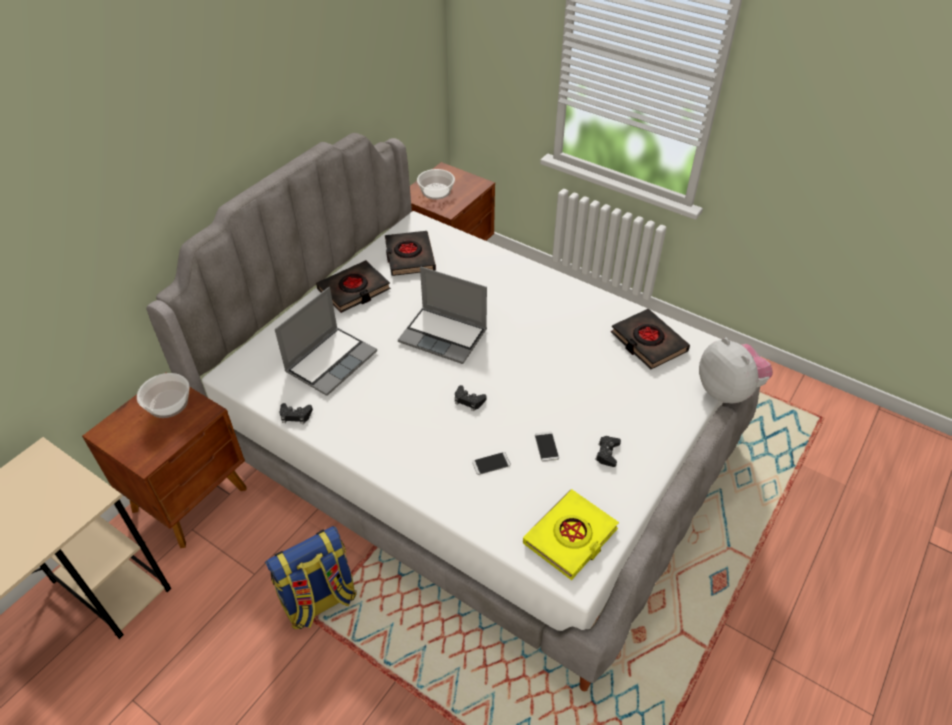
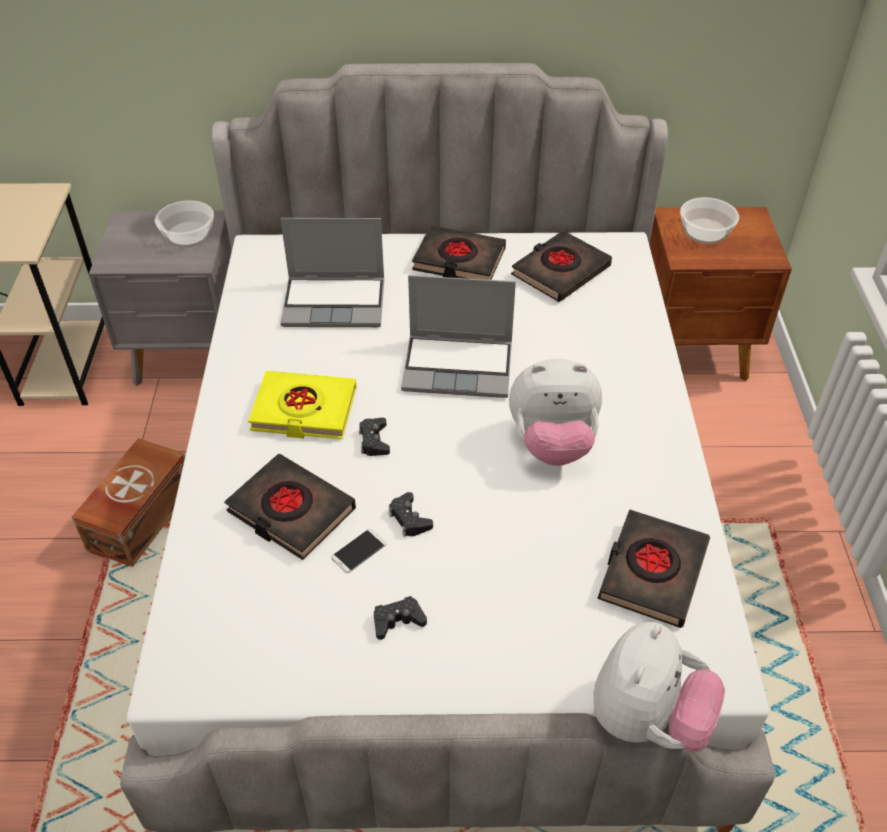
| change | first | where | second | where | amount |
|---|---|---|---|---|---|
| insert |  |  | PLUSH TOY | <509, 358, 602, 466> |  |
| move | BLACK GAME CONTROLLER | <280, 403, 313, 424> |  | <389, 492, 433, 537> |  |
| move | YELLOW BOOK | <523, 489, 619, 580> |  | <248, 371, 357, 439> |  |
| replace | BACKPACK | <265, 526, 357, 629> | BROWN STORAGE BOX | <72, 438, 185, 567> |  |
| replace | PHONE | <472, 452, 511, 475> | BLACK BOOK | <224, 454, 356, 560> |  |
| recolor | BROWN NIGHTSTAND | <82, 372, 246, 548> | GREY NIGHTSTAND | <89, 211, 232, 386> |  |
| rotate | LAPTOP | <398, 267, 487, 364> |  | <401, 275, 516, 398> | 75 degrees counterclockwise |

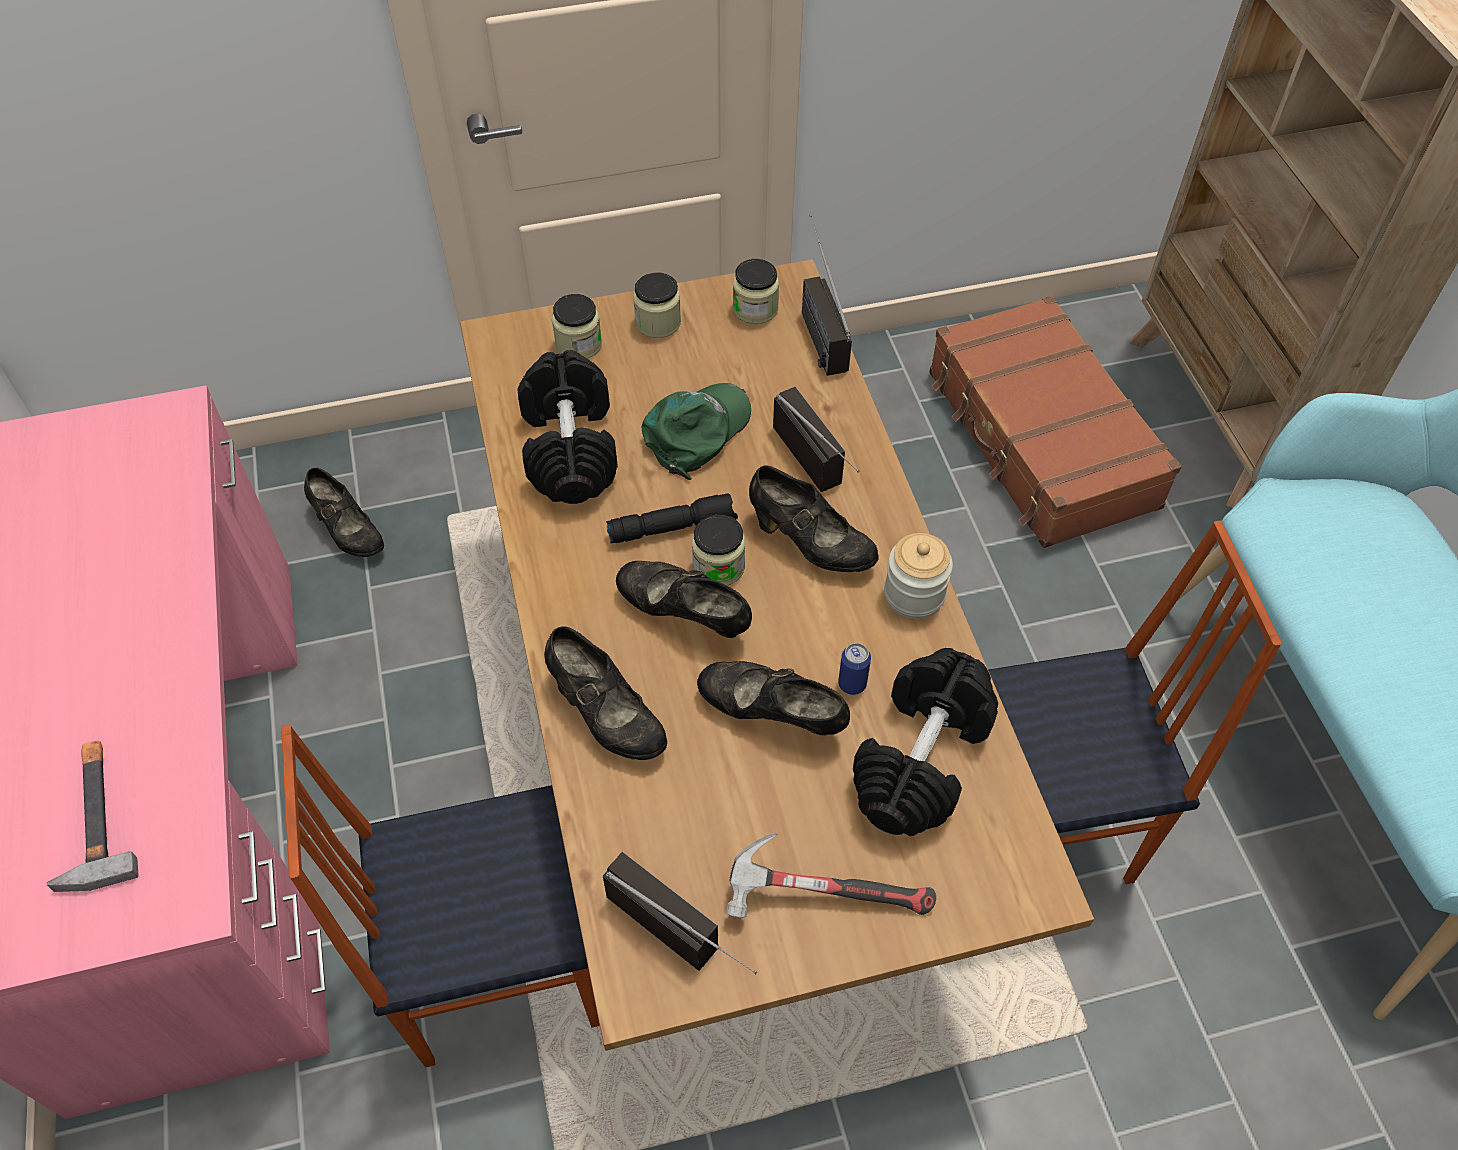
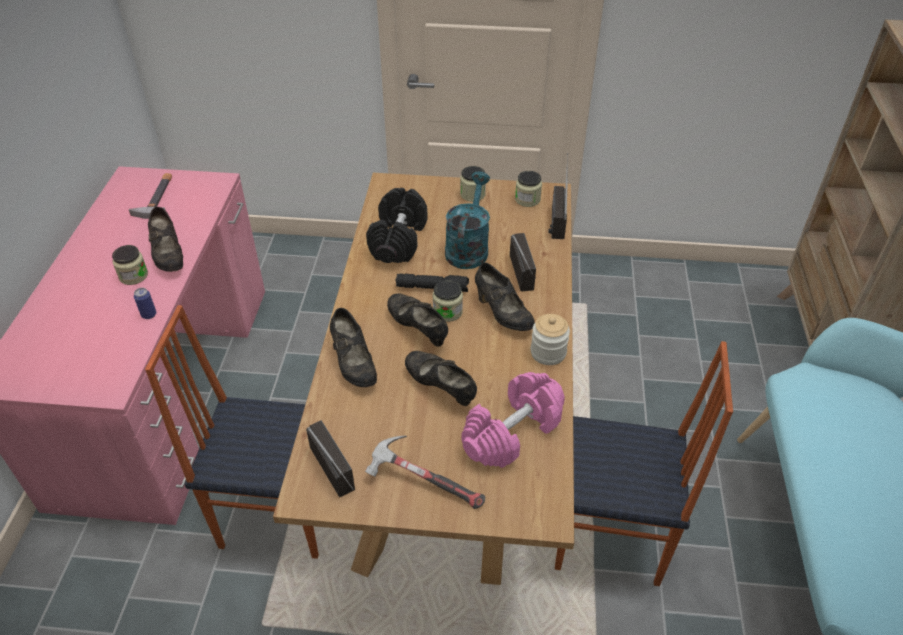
| change | first | where | second | where | amount |
|---|---|---|---|---|---|
| delete | BROWN SUITCASE | <929, 296, 1182, 548> |  |  |  |
| move | HAMMER | <47, 741, 139, 892> |  | <129, 173, 172, 219> |  |
| move | BLACK SHOE | <304, 468, 384, 557> |  | <148, 207, 183, 272> |  |
| move | JAR | <552, 294, 602, 359> |  | <112, 245, 148, 285> |  |
| move | CAN | <838, 643, 871, 695> |  | <134, 288, 156, 319> |  |
| replace | GREEN CAP | <642, 383, 751, 480> | TURQUOISE WATERING CAN | <445, 172, 490, 269> |  |
| recolor | BLACK DUMBBELL | <853, 648, 998, 836> | PINK DUMBBELL | <462, 372, 565, 468> |  |

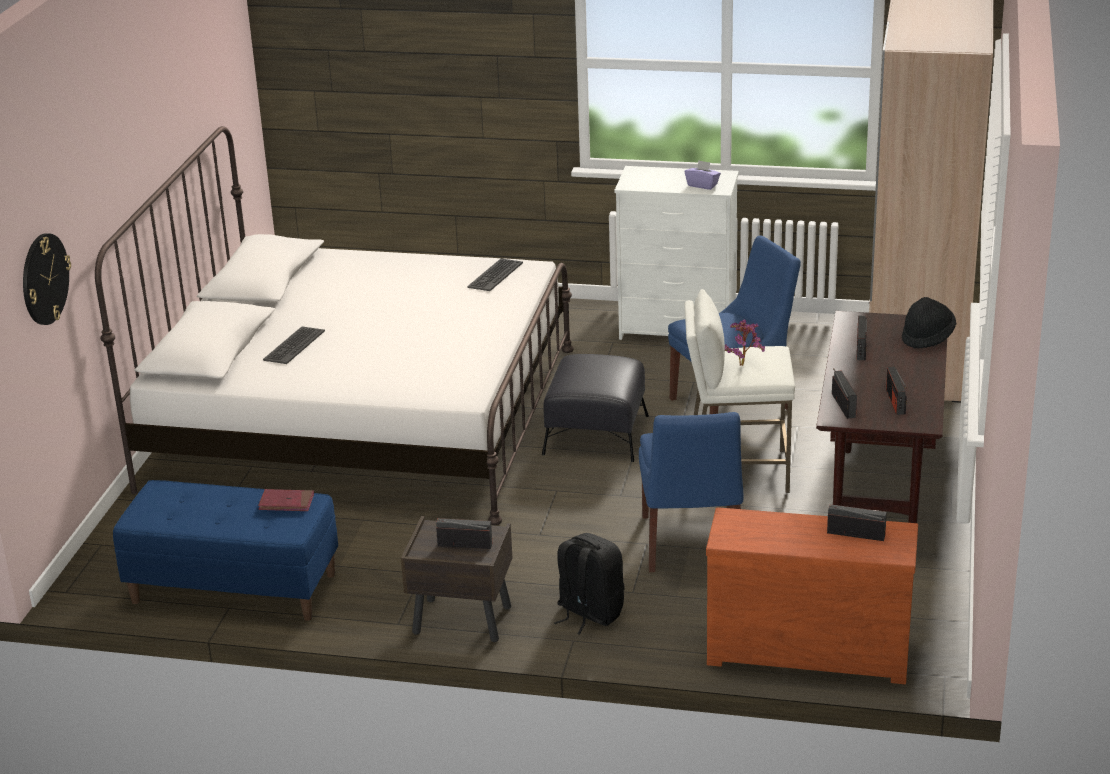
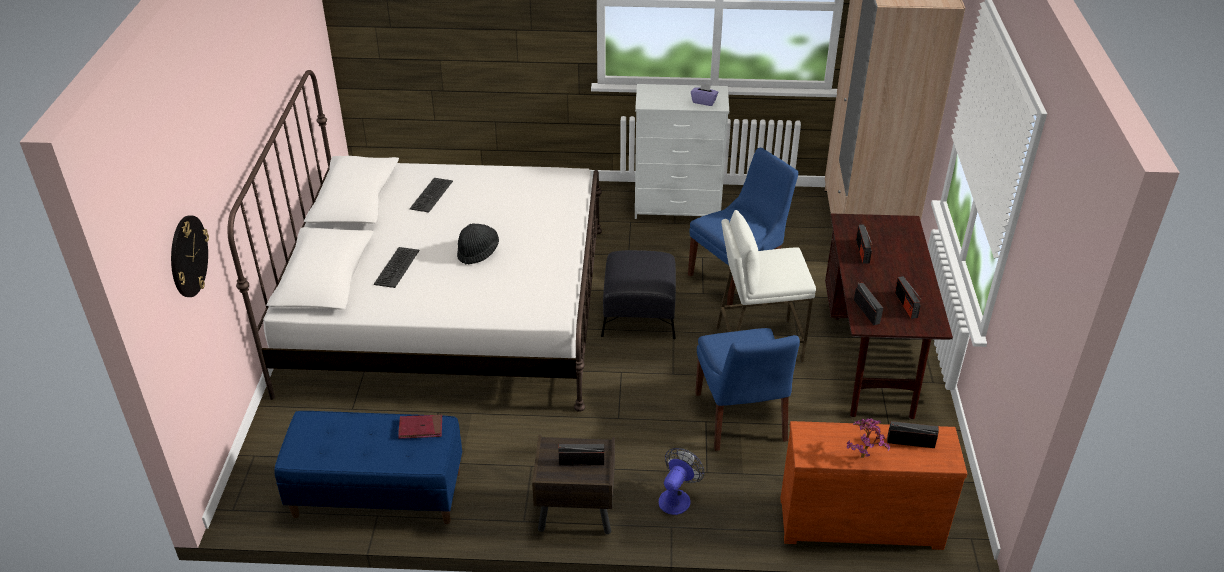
| change | first | where | second | where | amount |
|---|---|---|---|---|---|
| move | KEYBOARD | <467, 258, 523, 291> |  | <410, 178, 453, 212> |  |
| move | POTTED PLANT | <725, 319, 765, 366> |  | <846, 418, 890, 458> |  |
| move | BLACK HAT | <902, 297, 956, 349> |  | <457, 223, 499, 264> |  |
| replace | BLACK BACKPACK | <554, 533, 624, 635> | FAN | <658, 448, 705, 515> |  |

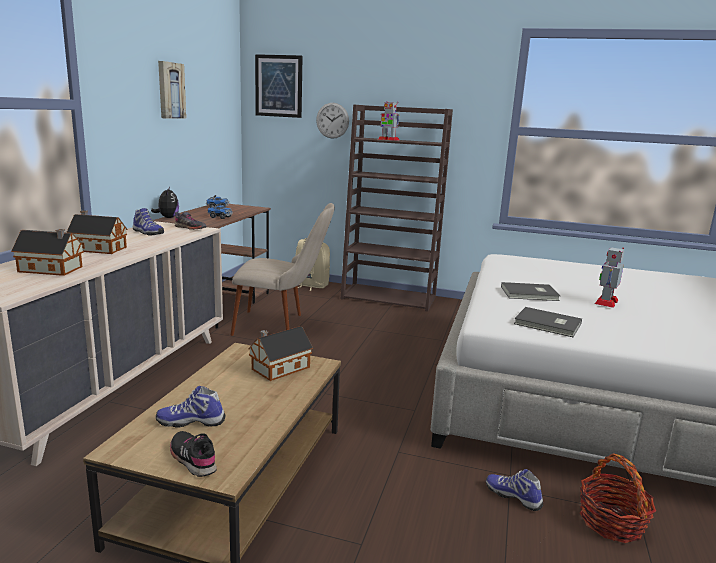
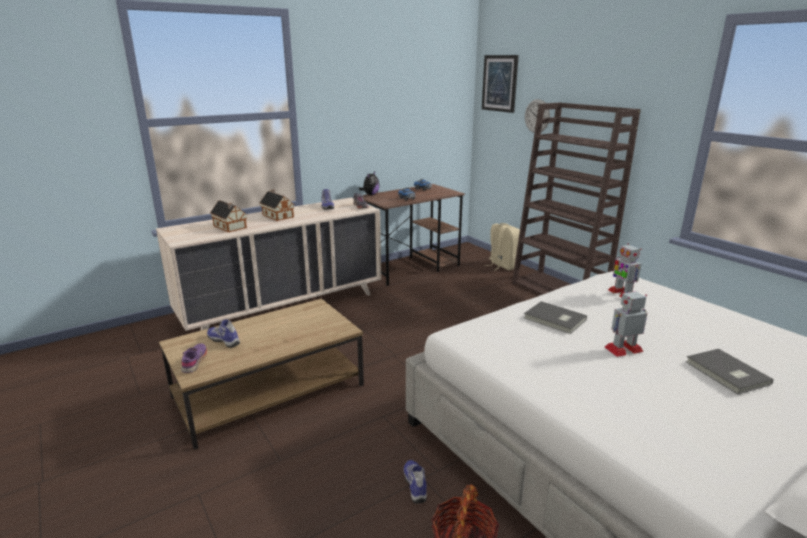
| change | first | where | second | where | amount |
|---|---|---|---|---|---|
| delete | PICTURE | <158, 61, 186, 119> |  |  |  |
| delete | BEIGE CHAIR | <231, 203, 335, 336> |  |  |  |
| delete | TOY HOUSE | <248, 326, 313, 381> |  |  |  |
| move | TOY ROBOT | <378, 102, 400, 141> |  | <608, 243, 642, 298> |  |
| move | GREY BOOK | <514, 307, 582, 337> |  | <685, 349, 773, 394> |  |
| recolor | BLACK SHOE | <170, 431, 217, 477> | PURPLE SHOE | <181, 343, 207, 373> |  |

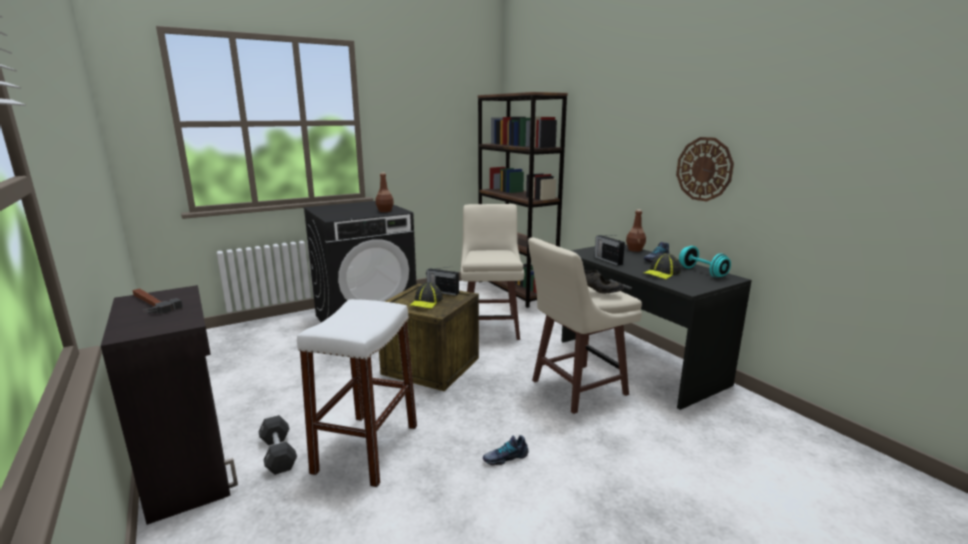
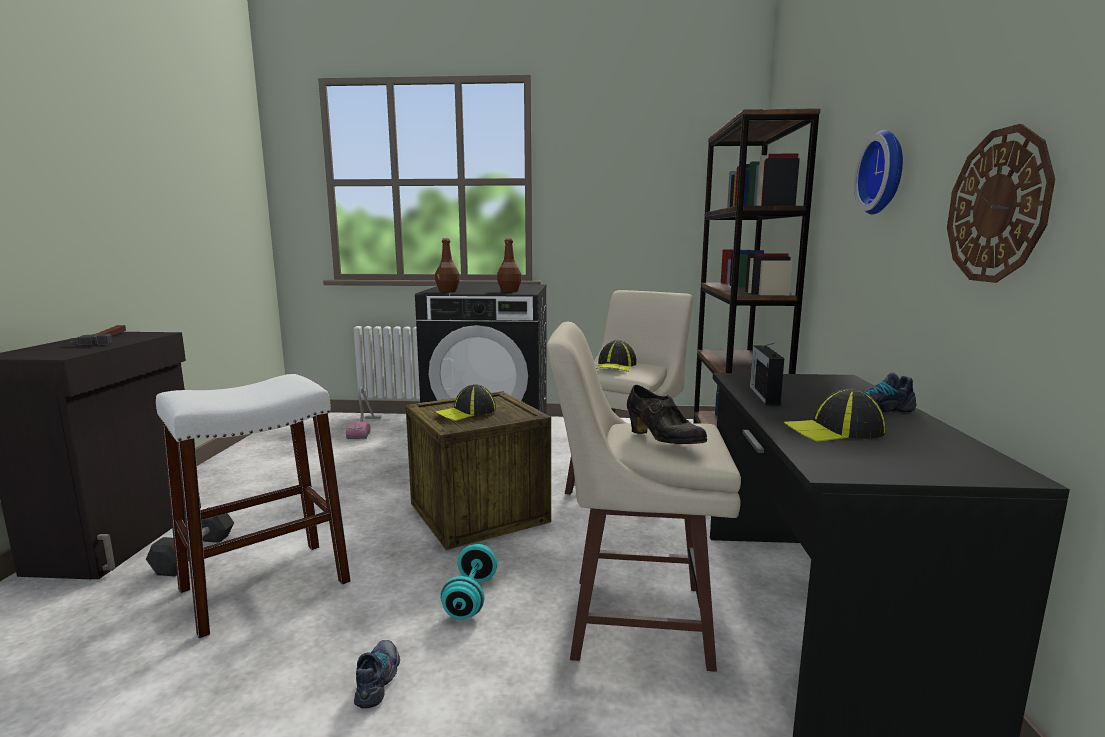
| change | first | where | second | where | amount |
|---|---|---|---|---|---|
| delete | RADIO | <426, 267, 459, 296> |  |  |  |
| insert |  |  | VACUUM CLEANER | <346, 387, 382, 439> |  |
| insert |  |  | CAP | <596, 340, 637, 372> |  |
| insert |  |  | WALL CLOCK | <854, 130, 903, 215> |  |
| move | BROWN BOTTLE | <626, 209, 646, 252> |  | <435, 238, 460, 292> |  |
| move | TURQUOISE DUMBBELL | <679, 246, 731, 278> |  | <440, 544, 497, 620> |  |
| rotate | SHOE | <483, 435, 529, 466> |  | <354, 640, 400, 708> | 75 degrees clockwise |

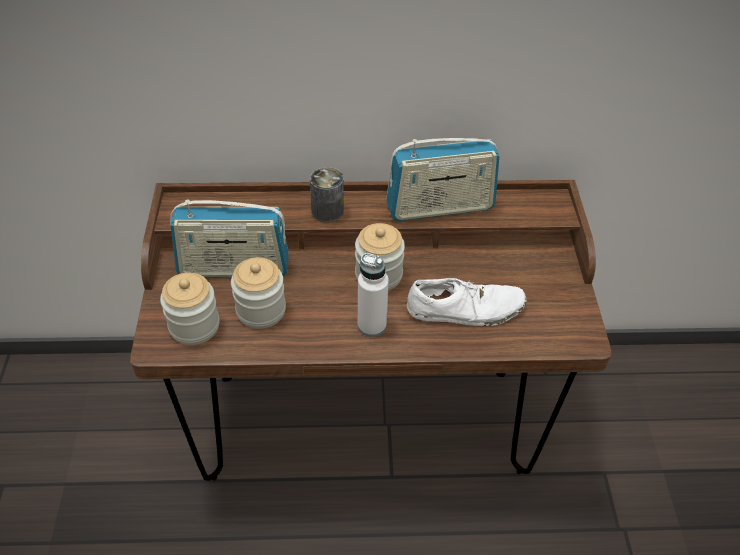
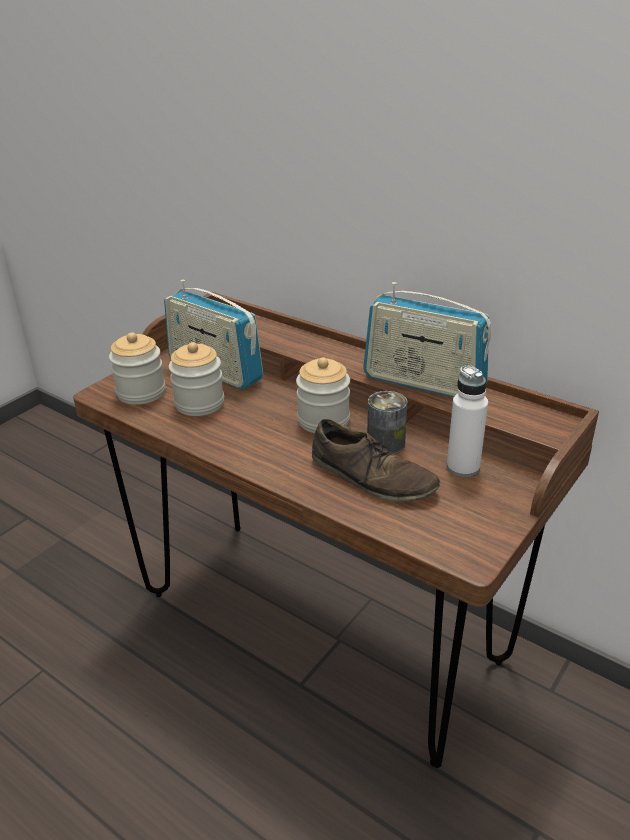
| change | first | where | second | where | amount |
|---|---|---|---|---|---|
| move | CAN | <310, 167, 344, 222> |  | <367, 391, 407, 454> |  |
| move | WHITE BOTTLE | <358, 253, 389, 337> |  | <447, 365, 488, 477> |  |
| recolor | WHITE SHOE | <407, 278, 526, 326> | BROWN SHOE | <312, 419, 440, 502> |  |

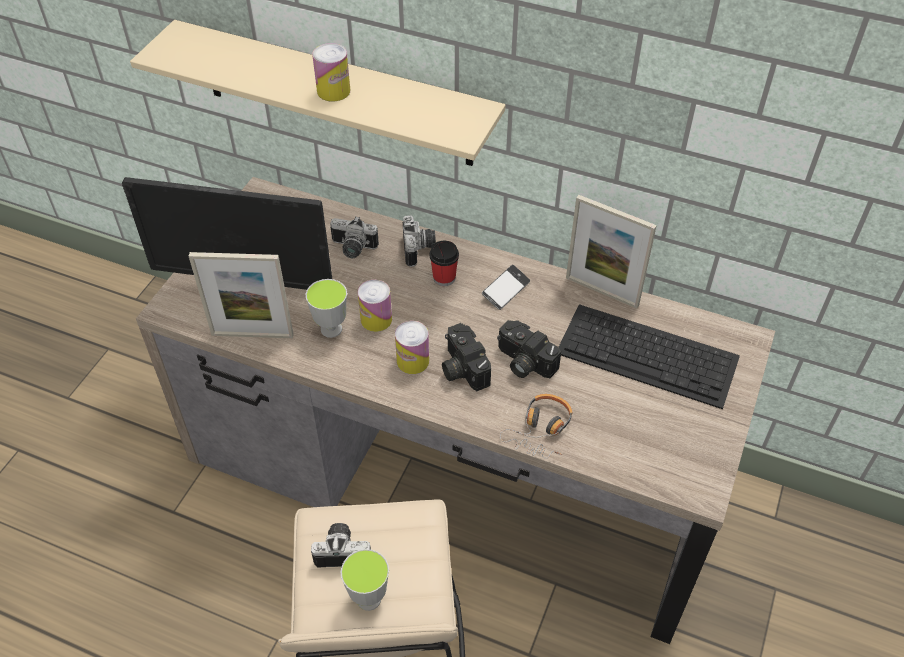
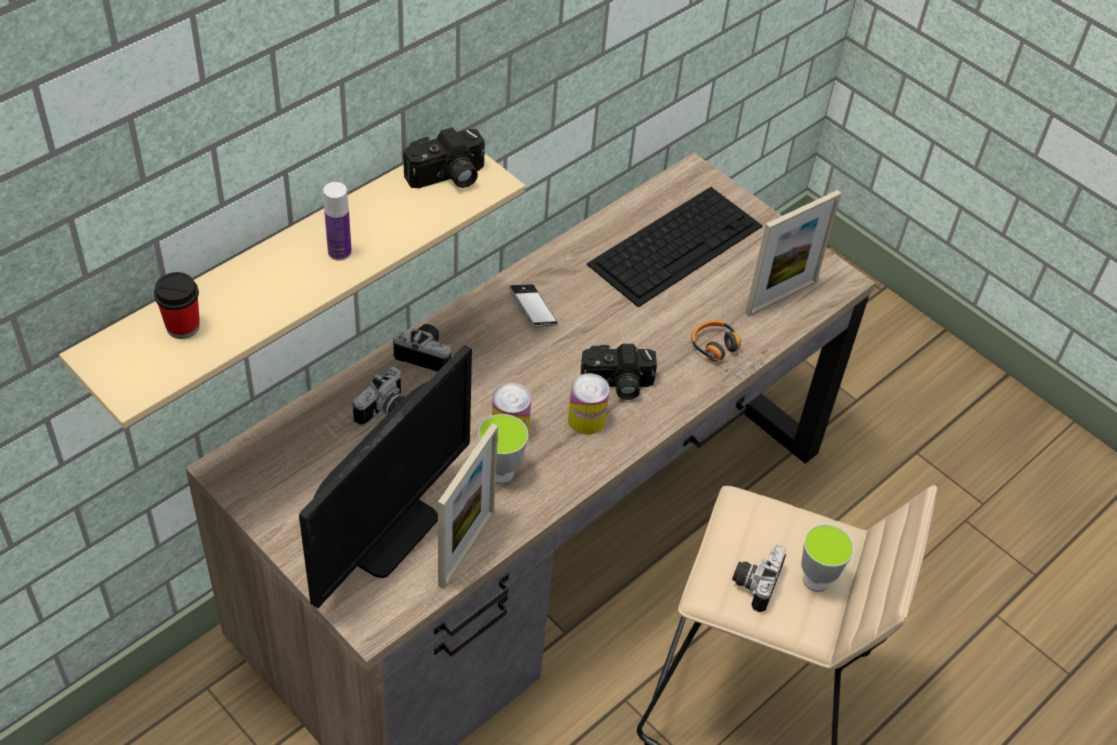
| change | first | where | second | where | amount |
|---|---|---|---|---|---|
| move | CUP | <429, 241, 459, 286> |  | <154, 272, 200, 339> |  |
| move | PHOTO CAMERA | <497, 320, 561, 378> |  | <403, 127, 485, 188> |  |
| move | PICTURE FRAME | <566, 195, 657, 308> |  | <745, 190, 842, 317> |  |
| replace | CAN | <312, 43, 350, 101> | BOTTLE | <323, 182, 352, 261> |  |

